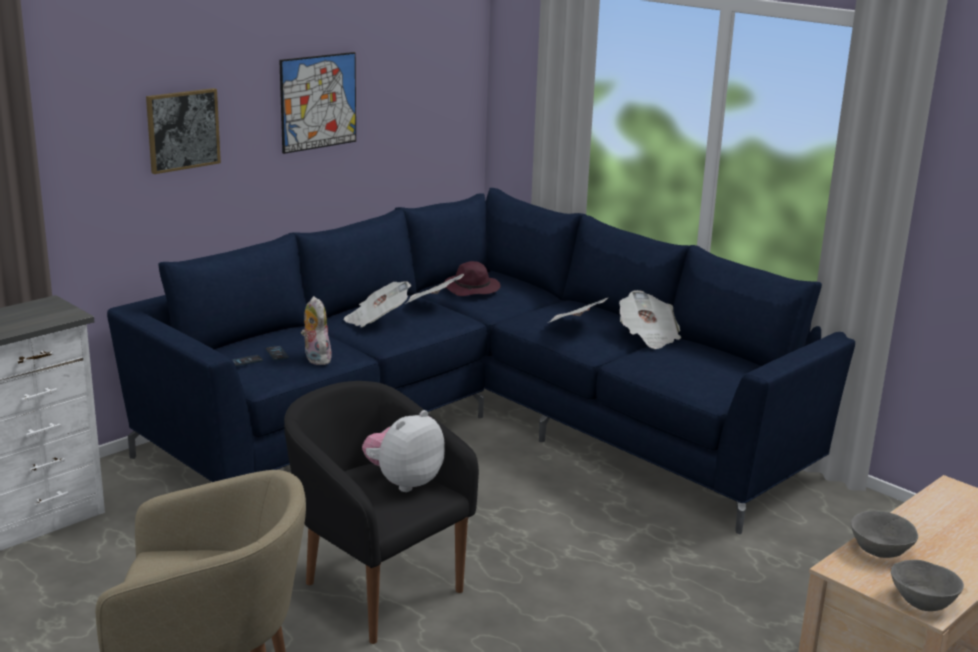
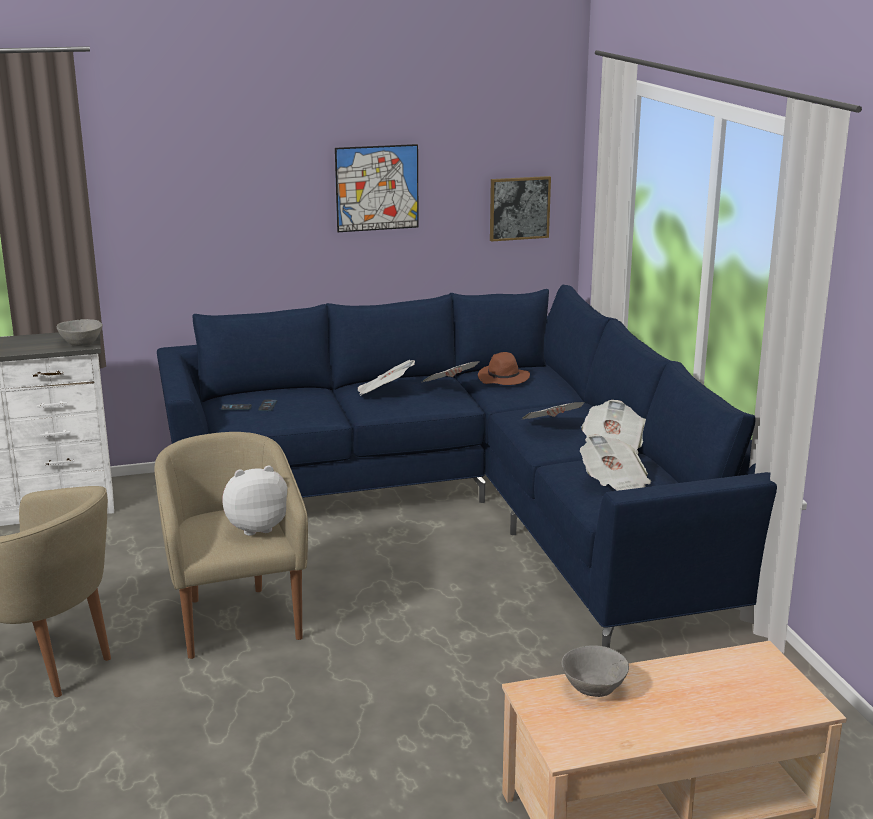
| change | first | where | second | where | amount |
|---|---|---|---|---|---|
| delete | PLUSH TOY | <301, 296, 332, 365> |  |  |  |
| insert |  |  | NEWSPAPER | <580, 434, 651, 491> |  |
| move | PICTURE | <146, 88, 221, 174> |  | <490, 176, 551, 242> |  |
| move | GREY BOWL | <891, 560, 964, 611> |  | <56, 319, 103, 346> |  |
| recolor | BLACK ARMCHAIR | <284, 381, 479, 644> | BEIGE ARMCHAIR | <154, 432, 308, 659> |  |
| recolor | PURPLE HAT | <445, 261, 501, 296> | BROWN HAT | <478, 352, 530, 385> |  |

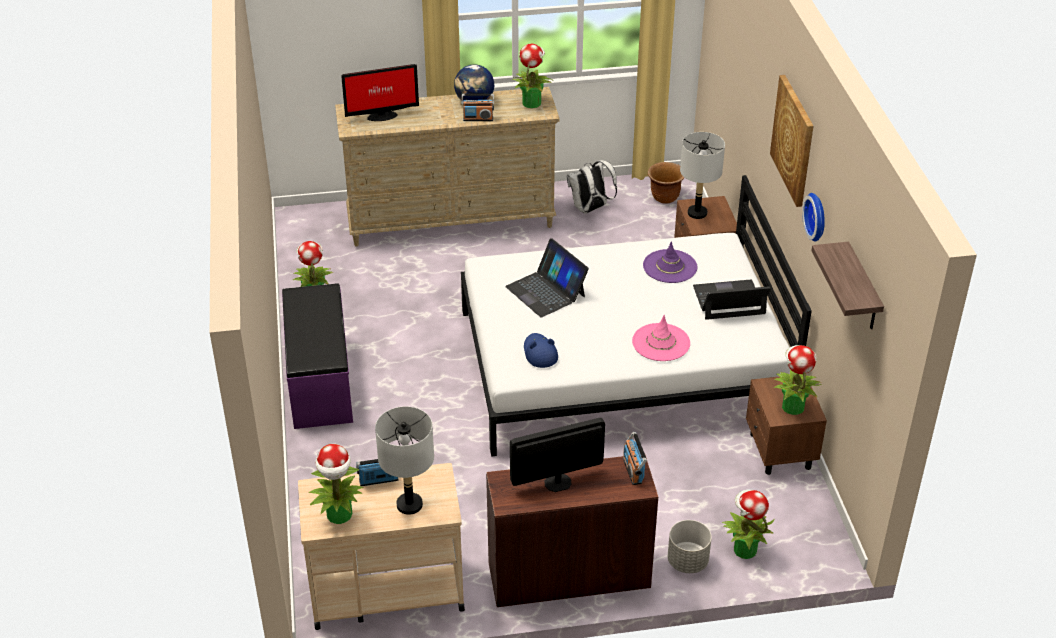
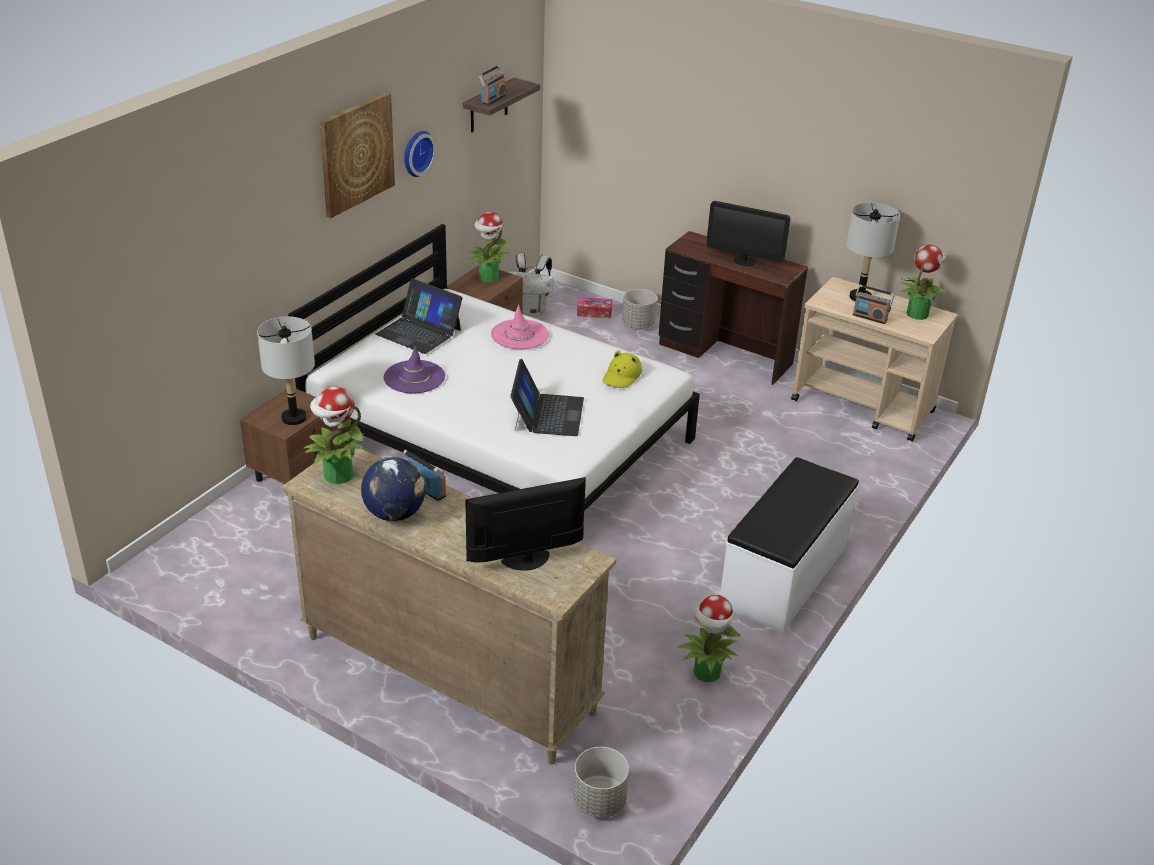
| change | first | where | second | where | amount |
|---|---|---|---|---|---|
| delete | BROWN PLANTER | <648, 162, 684, 204> |  |  |  |
| insert |  |  | GREY PLANTER | <573, 747, 629, 818> |  |
| move | WHITE BACKPACK | <567, 160, 617, 214> |  | <508, 254, 554, 317> |  |
| move | RADIO | <623, 432, 647, 485> |  | <479, 65, 506, 105> |  |
| replace | POTTED PLANT | <722, 490, 774, 559> | TISSUE BOX | <577, 297, 613, 318> |  |
| recolor | PURPLE BENCH | <282, 283, 353, 429> | WHITE BENCH | <720, 457, 859, 633> |  |
| recolor | BLUE HAT | <524, 333, 558, 368> | YELLOW HAT | <602, 351, 642, 388> |  |
| rotate | MONITOR | <341, 64, 419, 121> |  | <465, 477, 586, 571> | 45 degrees counterclockwise |

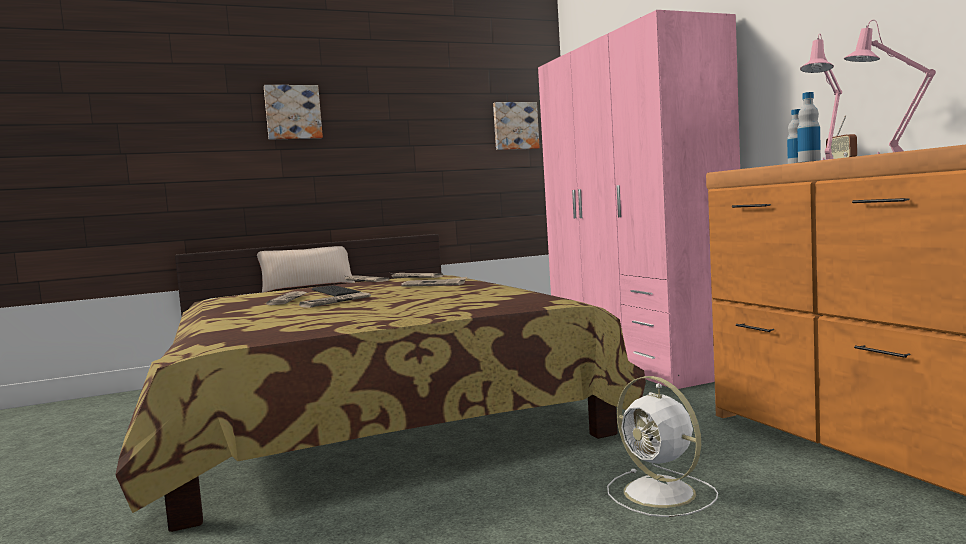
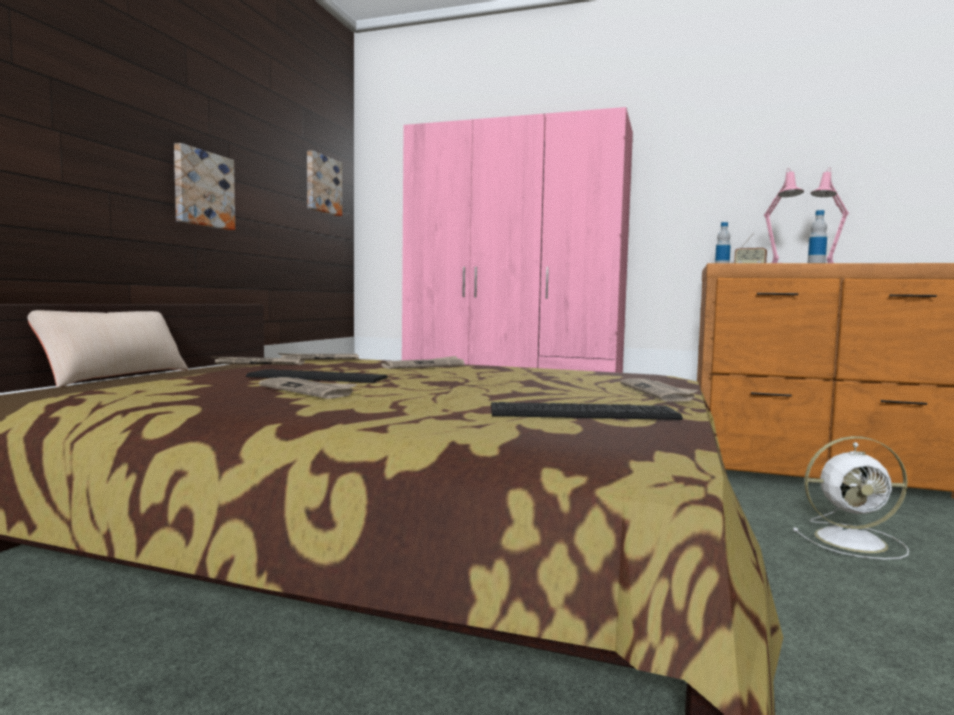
| change | first | where | second | where | amount |
|---|---|---|---|---|---|
| insert |  |  | KEYBOARD | <491, 402, 683, 420> |  |
| move | PICTURE | <264, 85, 323, 140> |  | <174, 143, 235, 230> |  |
| move | NEWSPAPER | <299, 292, 371, 308> |  | <620, 378, 699, 401> |  |

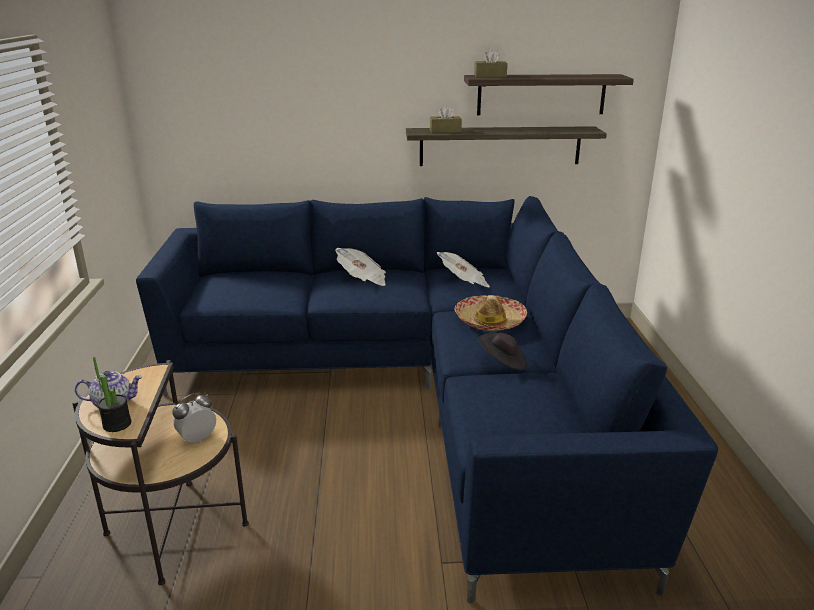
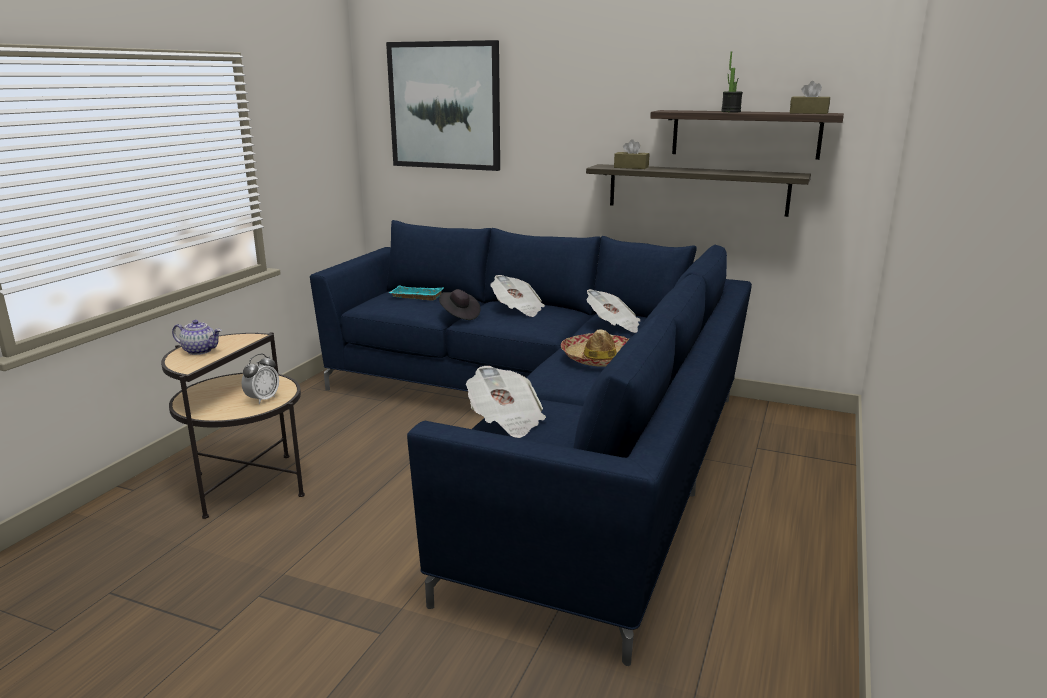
| change | first | where | second | where | amount |
|---|---|---|---|---|---|
| insert |  |  | PICTURE | <386, 40, 500, 171> |  |
| insert |  |  | TURQUOISE TRAY | <389, 286, 443, 300> |  |
| insert |  |  | NEWSPAPER | <466, 366, 546, 438> |  |
| move | POTTED PLANT | <93, 357, 131, 432> |  | <721, 52, 743, 112> |  |
| move | BROWN TISSUE BOX | <474, 48, 507, 77> |  | <790, 81, 830, 114> |  |
| move | BLACK HAT | <478, 333, 527, 370> |  | <439, 289, 480, 320> |  |
| rotate | ALARM CLOCK | <172, 393, 216, 443> |  | <241, 354, 279, 404> | 135 degrees clockwise |

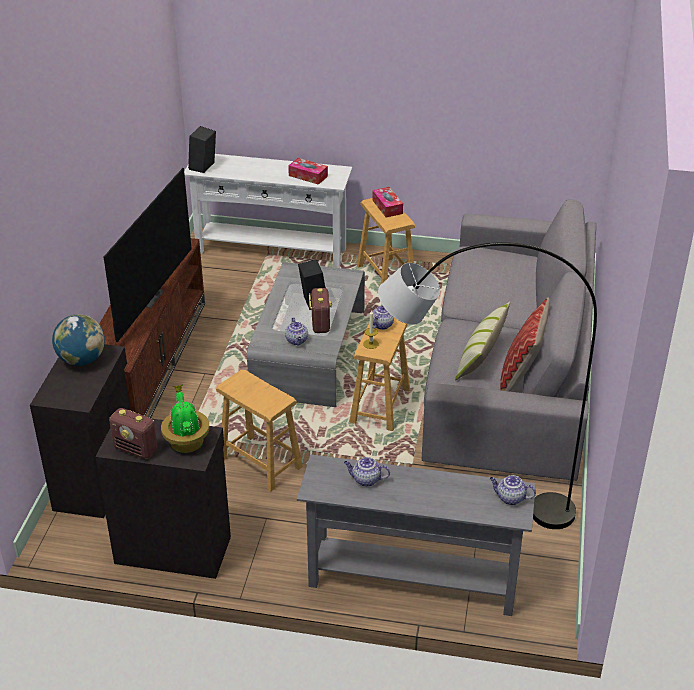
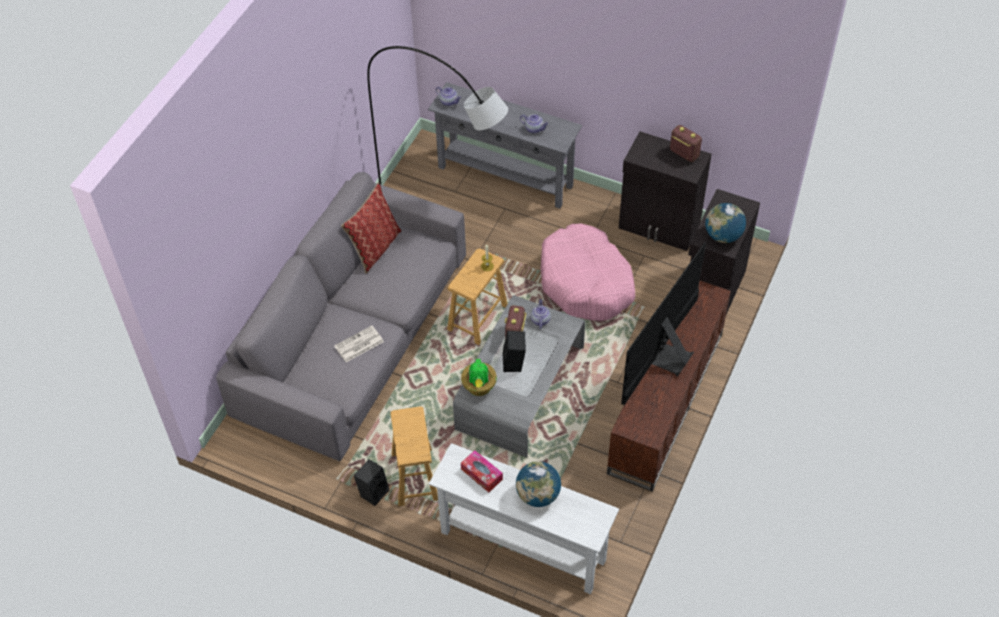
| change | first | where | second | where | amount |
|---|---|---|---|---|---|
| delete | TISSUE BOX | <372, 187, 403, 217> |  |  |  |
| delete | TEAPOT | <372, 305, 394, 330> |  |  |  |
| delete | PILLOW | <455, 302, 510, 380> |  |  |  |
| insert |  |  | NEWSPAPER | <334, 325, 384, 362> |  |
| insert |  |  | GLOBE | <516, 461, 561, 507> |  |
| move | POTTED PLANT | <161, 385, 210, 453> |  | <461, 358, 497, 396> |  |
| move | BLACK SPEAKER | <188, 126, 216, 173> |  | <354, 460, 389, 506> |  |
| replace | BROWN STOOL | <216, 370, 303, 492> | PINK DOG BED | <541, 223, 635, 321> |  |

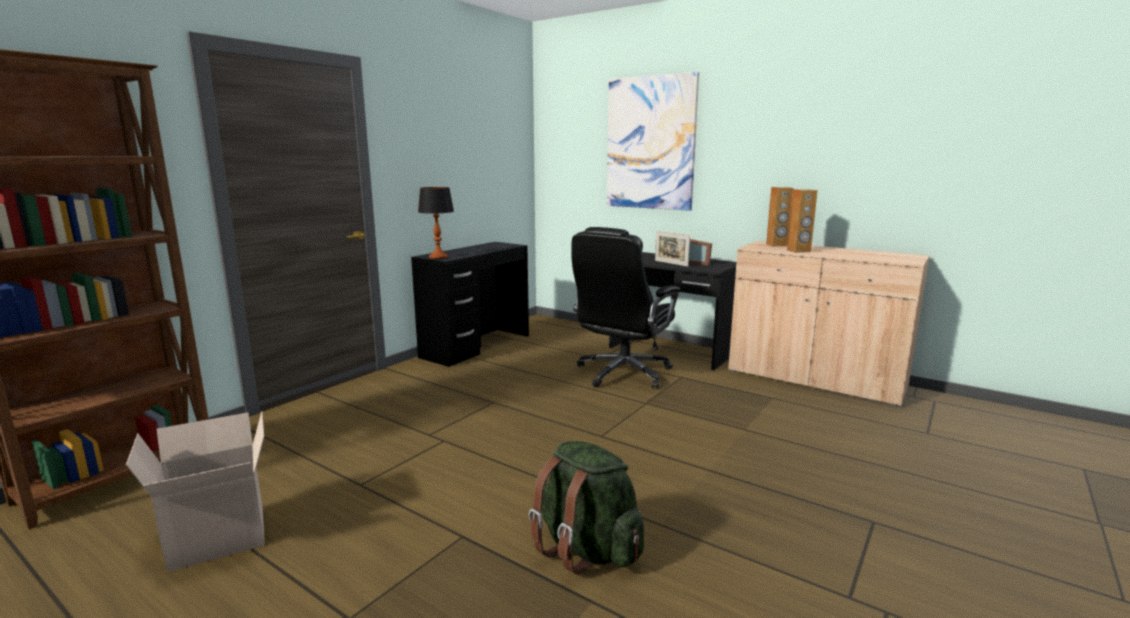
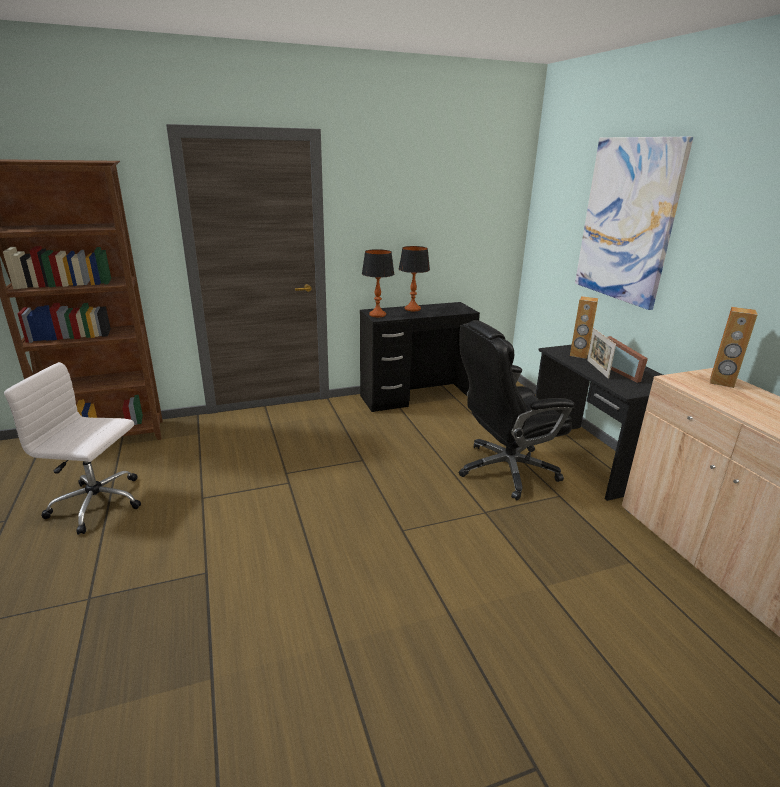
| change | first | where | second | where | amount |
|---|---|---|---|---|---|
| delete | GREEN BACKPACK | <529, 441, 644, 575> |  |  |  |
| insert |  |  | TABLE LAMP | <399, 246, 430, 311> |  |
| move | BROWN SPEAKER | <787, 189, 818, 253> |  | <570, 296, 598, 359> |  |
| replace | CARDBOARD BOX | <126, 411, 265, 572> | WHITE OFFICE CHAIR | <4, 362, 141, 535> |  |

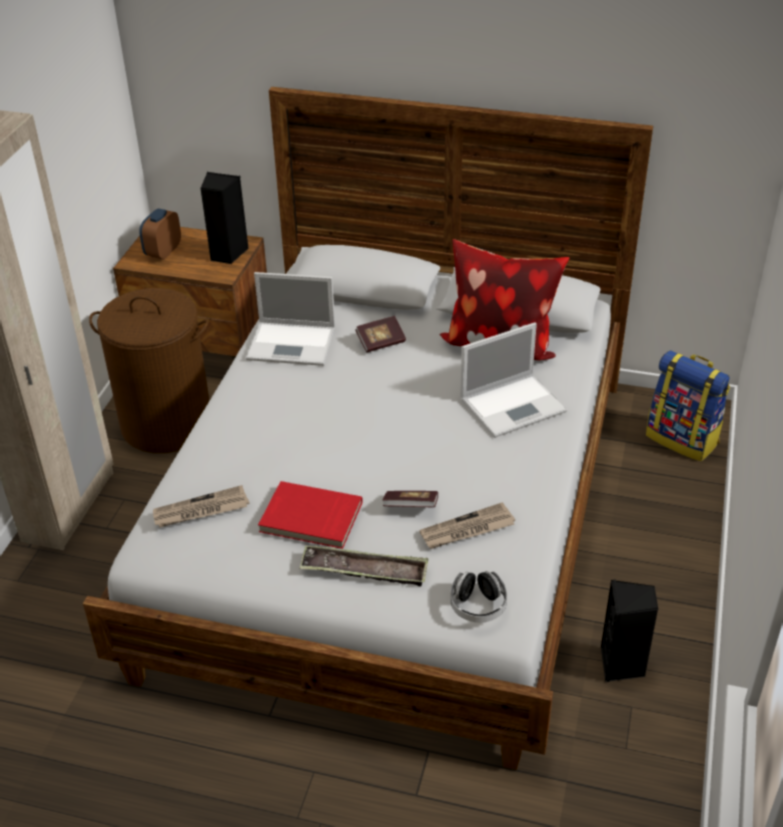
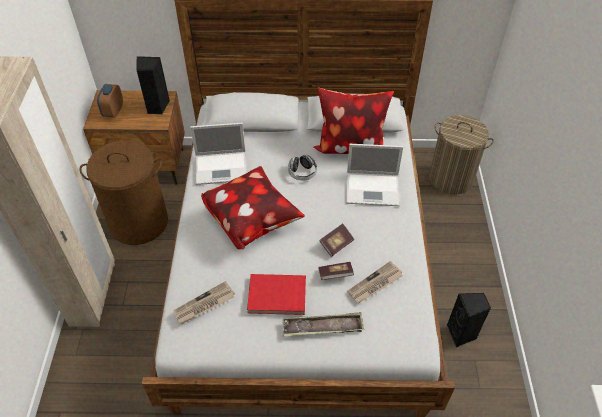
| change | first | where | second | where | amount |
|---|---|---|---|---|---|
| insert |  |  | PILLOW | <201, 166, 305, 249> |  |
| move | BOOK | <355, 316, 406, 353> |  | <319, 223, 354, 257> |  |
| move | HEADPHONES | <450, 571, 507, 623> |  | <288, 154, 317, 180> |  |
| replace | BACKPACK | <646, 350, 730, 461> | LAUNDRY BASKET | <429, 115, 494, 194> |  |
| rotate | LAPTOP | <460, 322, 567, 438> |  | <346, 144, 403, 206> | 45 degrees clockwise |

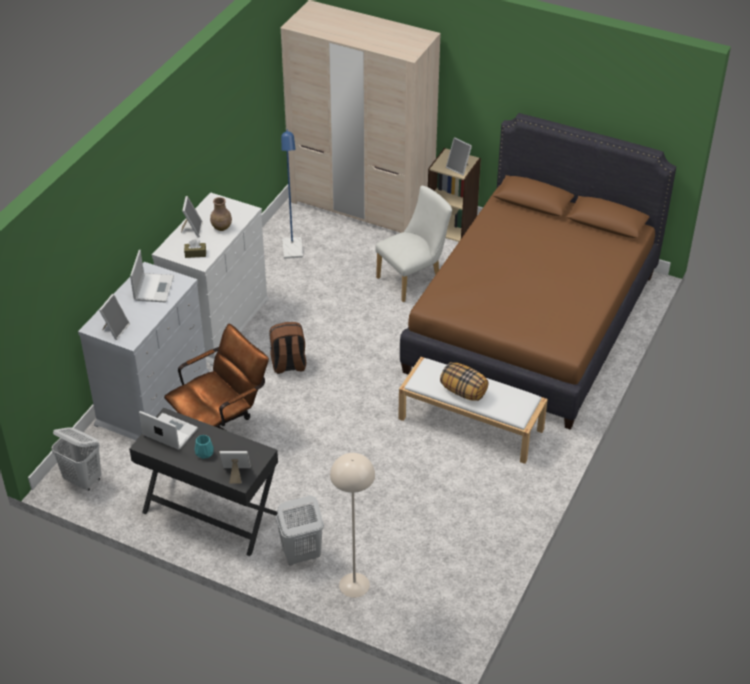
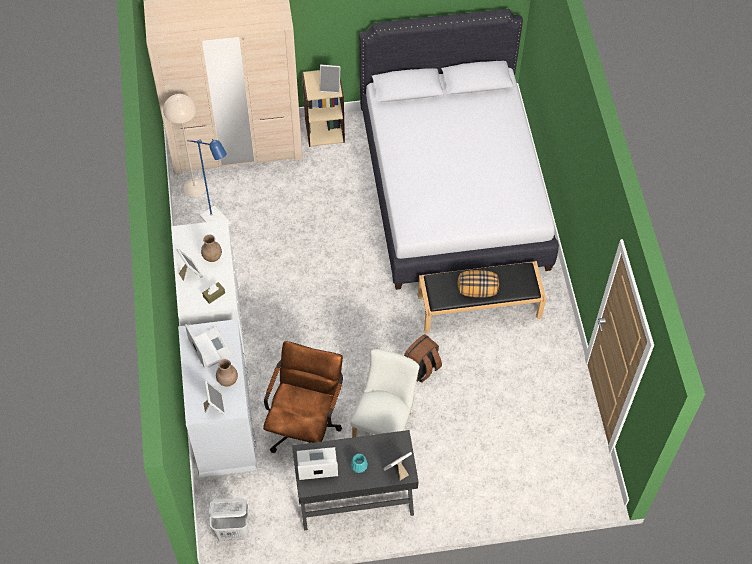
| change | first | where | second | where | amount |
|---|---|---|---|---|---|
| delete | WHITE LAUNDRY BASKET | <276, 496, 324, 565> |  |  |  |
| insert |  |  | BROWN VASE | <216, 359, 238, 386> |  |
| move | BROWN BACKPACK | <269, 322, 306, 374> |  | <404, 334, 442, 383> |  |
| move | BEIGE FLOOR LAMP | <330, 453, 375, 598> |  | <163, 94, 206, 197> |  |
| move | WHITE CHAIR | <375, 186, 452, 302> |  | <350, 349, 419, 438> |  |
| recolor | WHITE BENCH | <398, 357, 548, 464> | BLACK BENCH | <418, 261, 546, 333> |  |
| recolor | BROWN BED | <400, 113, 676, 430> | WHITE BED | <359, 9, 559, 290> |  |

